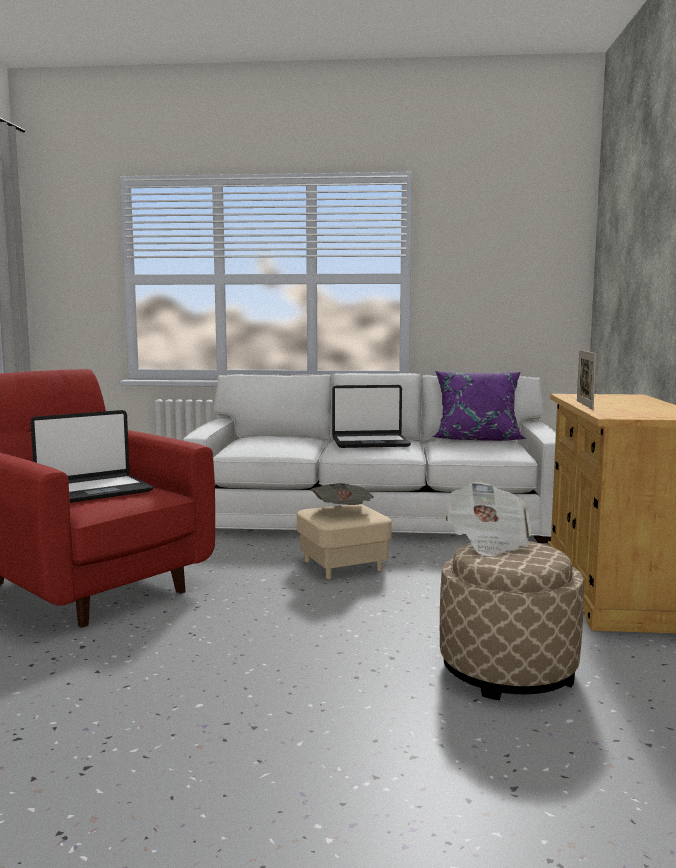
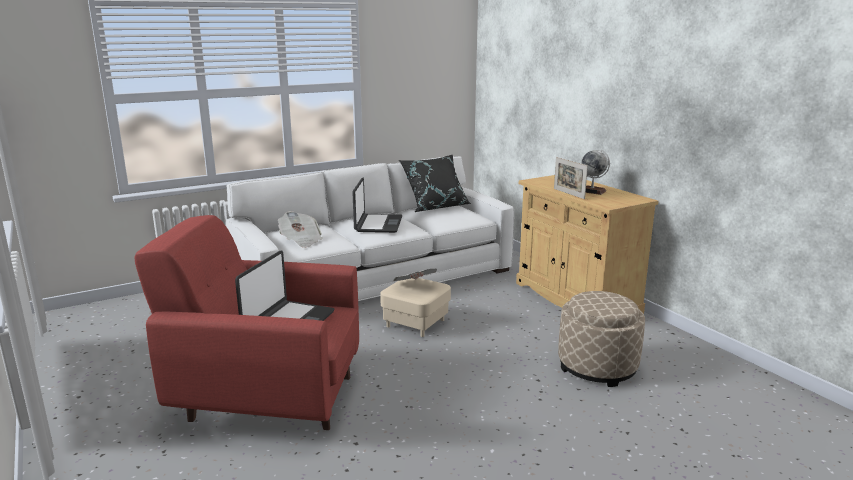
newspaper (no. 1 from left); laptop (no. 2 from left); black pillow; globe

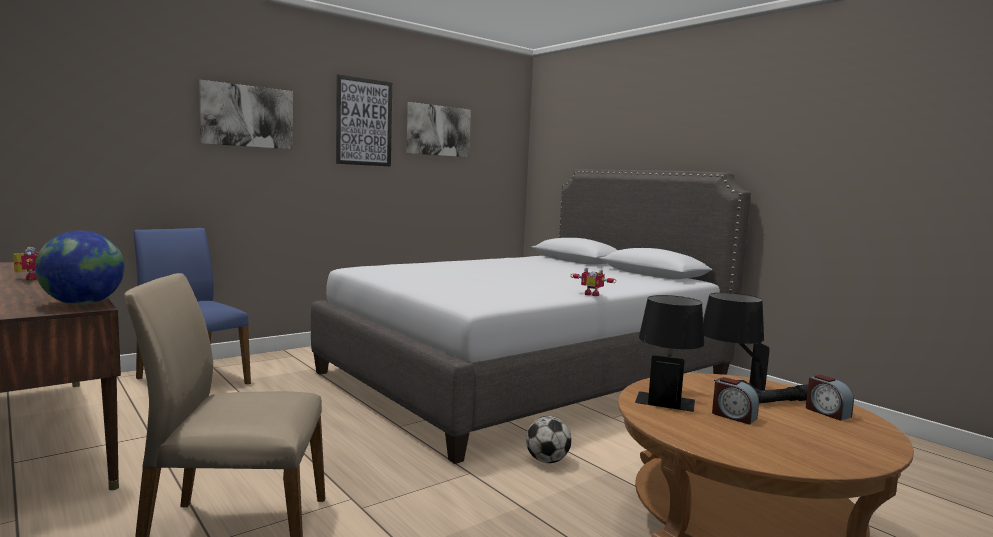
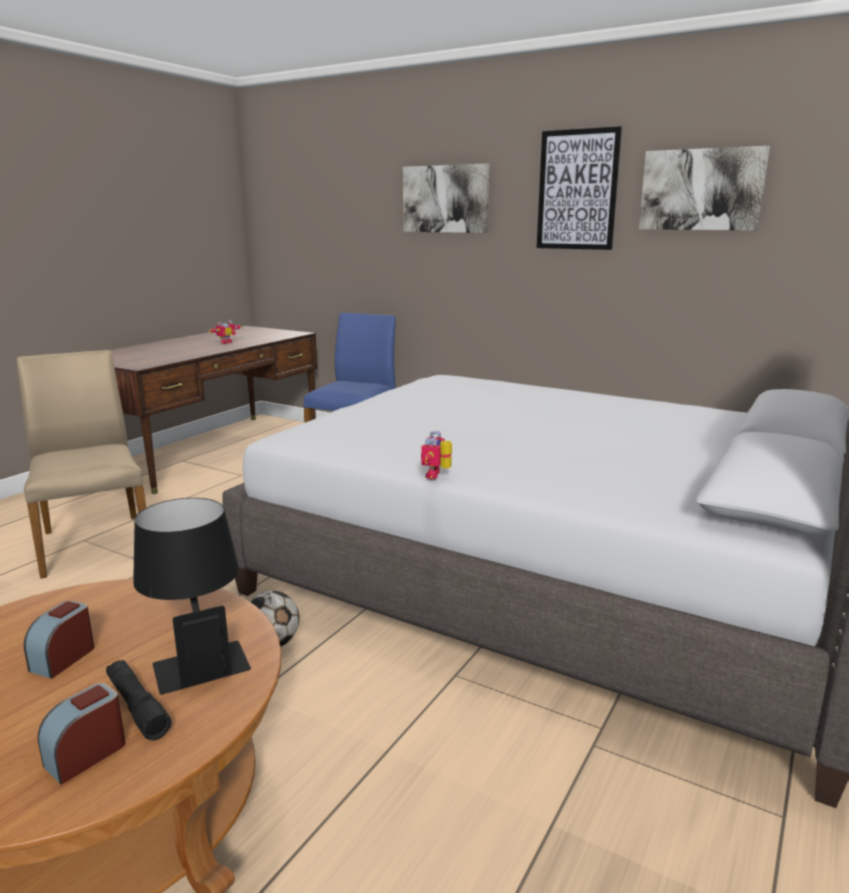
globe; black table lamp (no. 1 from left in the first image)

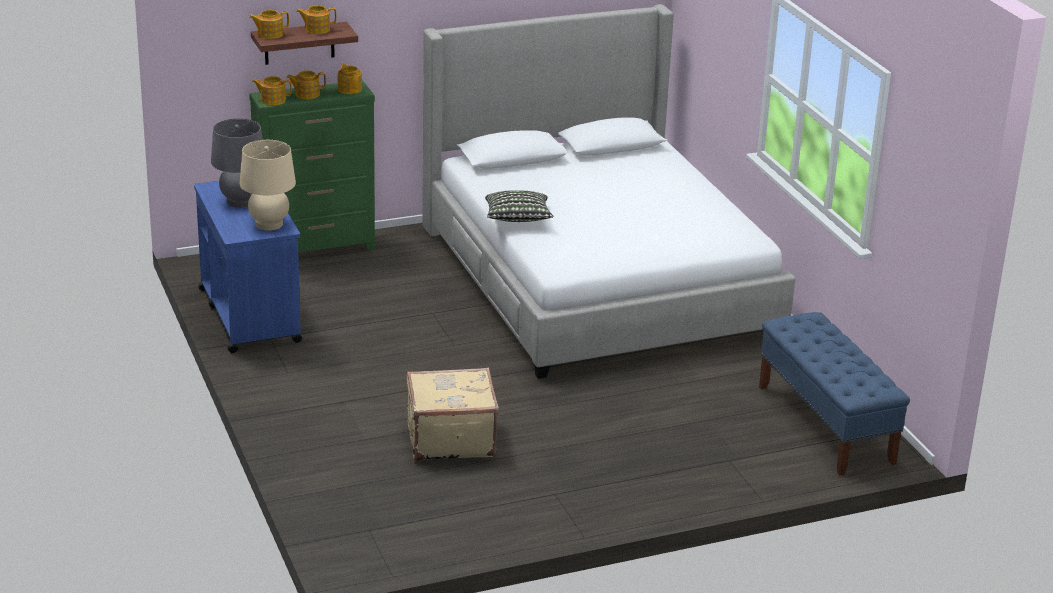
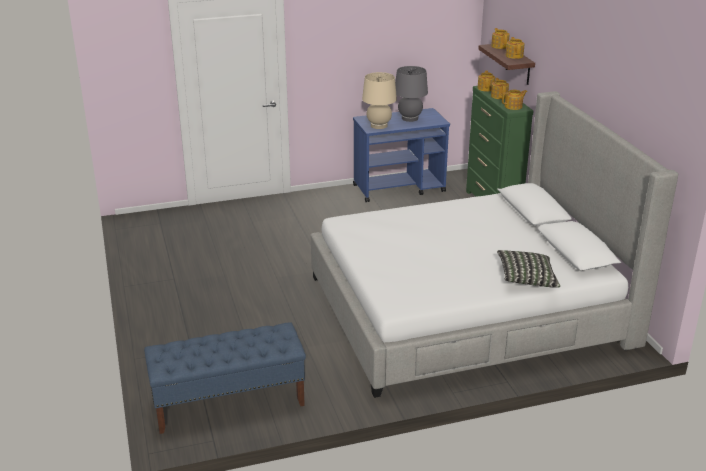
pillow; beige suitcase

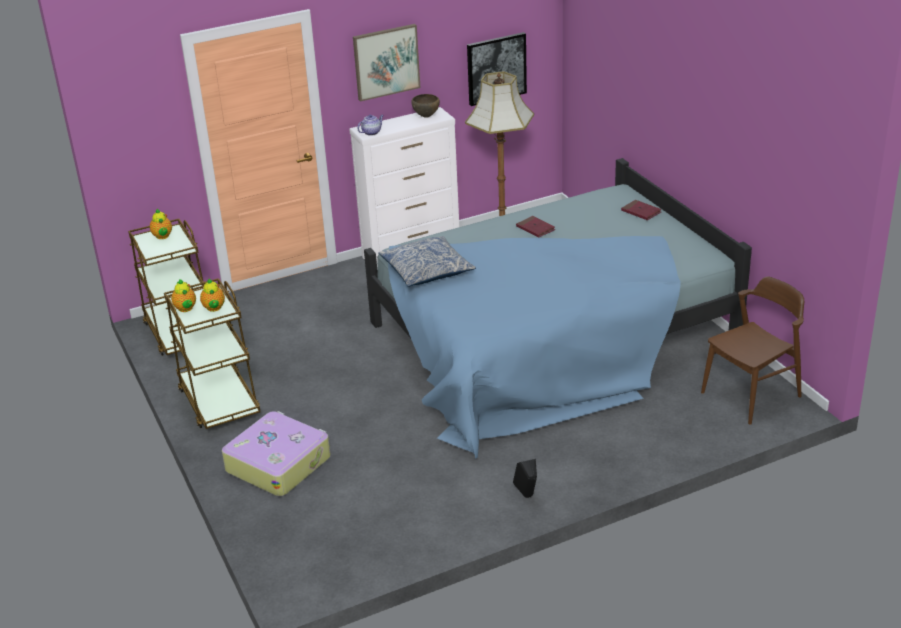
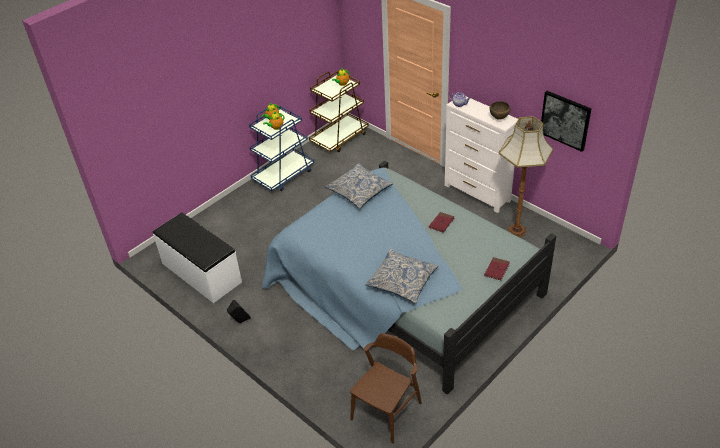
white bench; blue cart; brown chair; pillow (no. 2 from left); suitcase; picture (no. 1 from left in the first image)

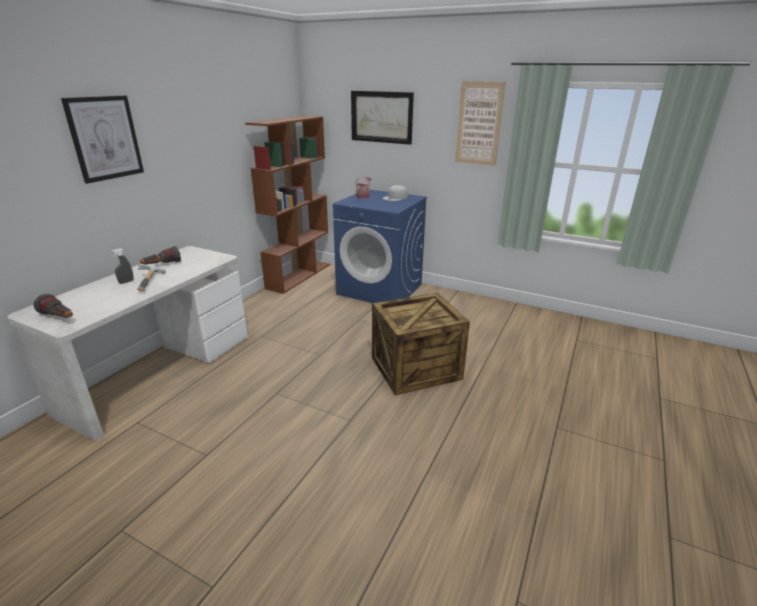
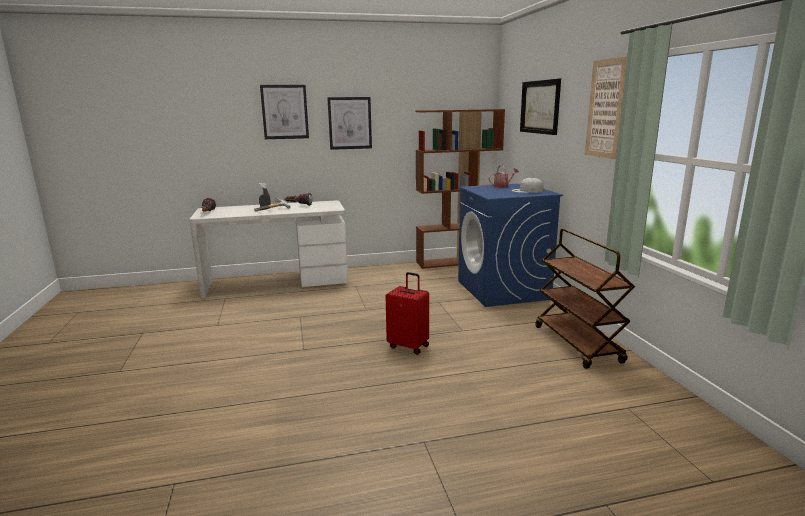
picture (no. 2 from left); red suitcase; brown cart

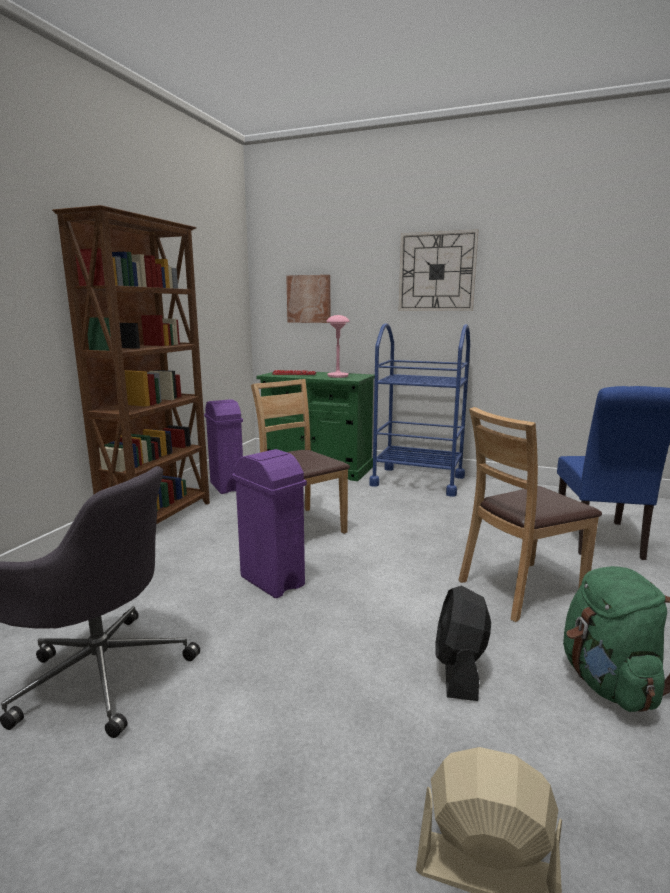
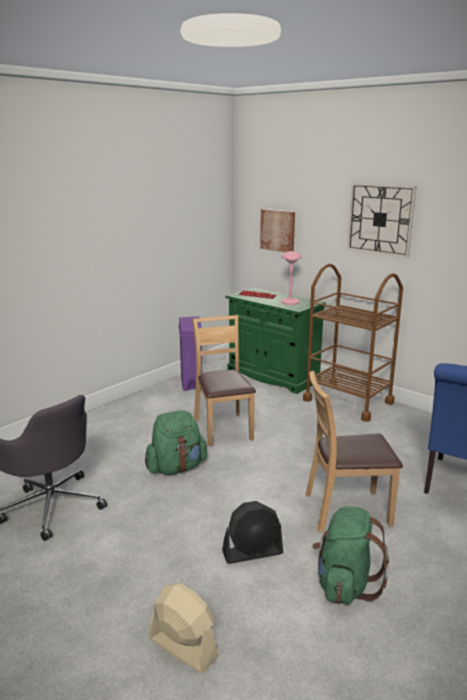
green backpack (no. 1 from left); black fan; brown cart; brown bookcase

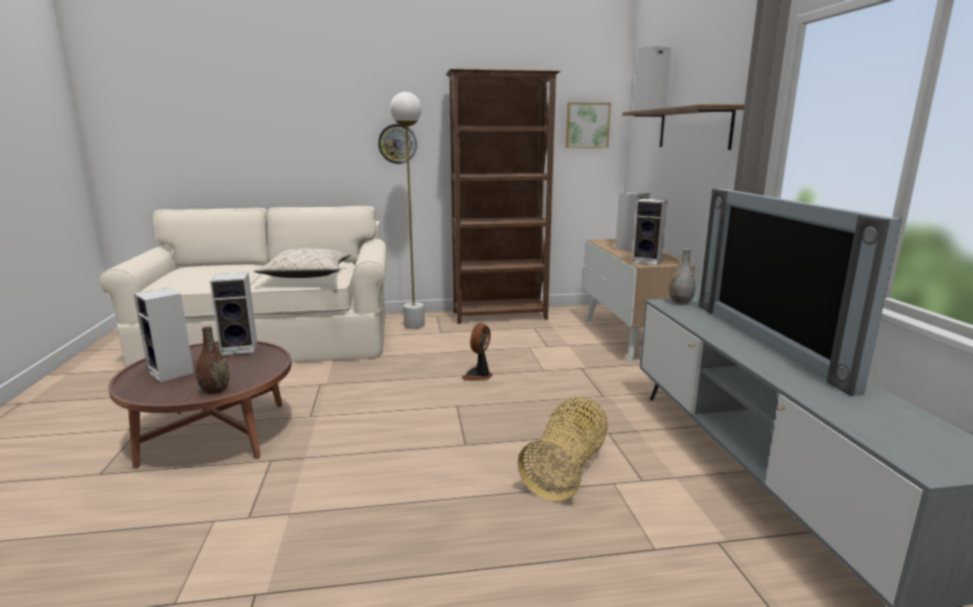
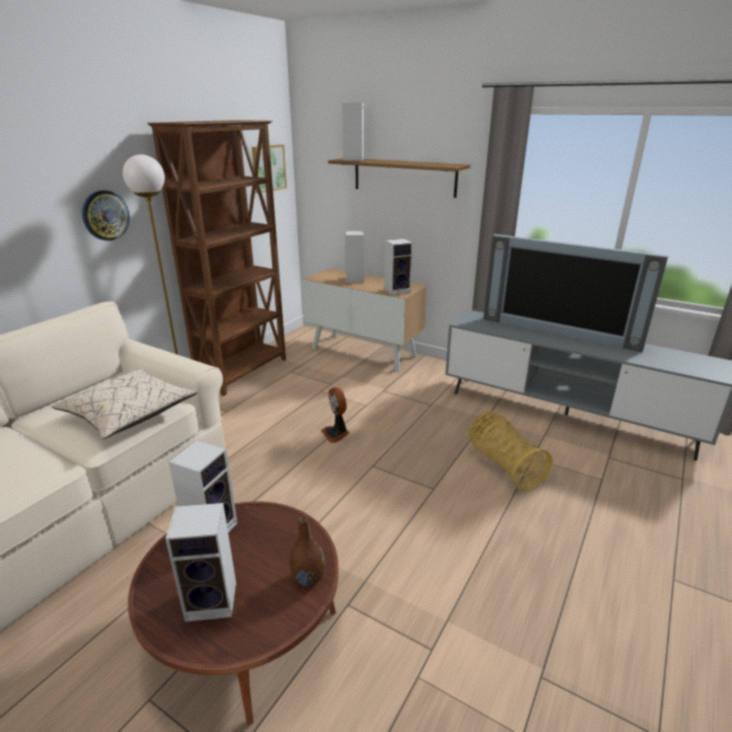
grey vase

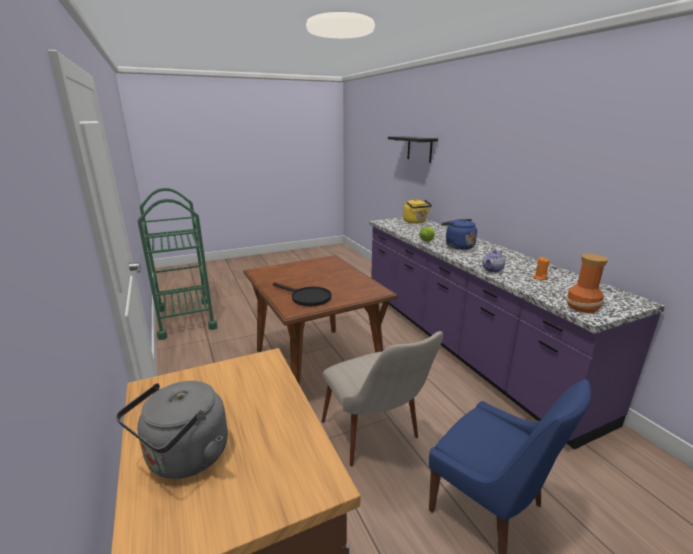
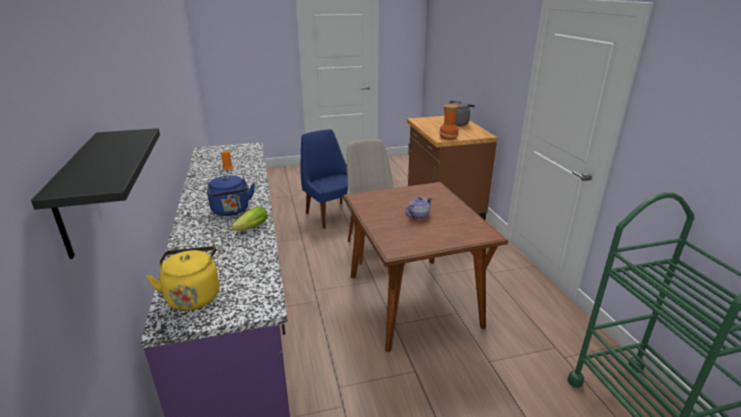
teapot; vase; black frying pan

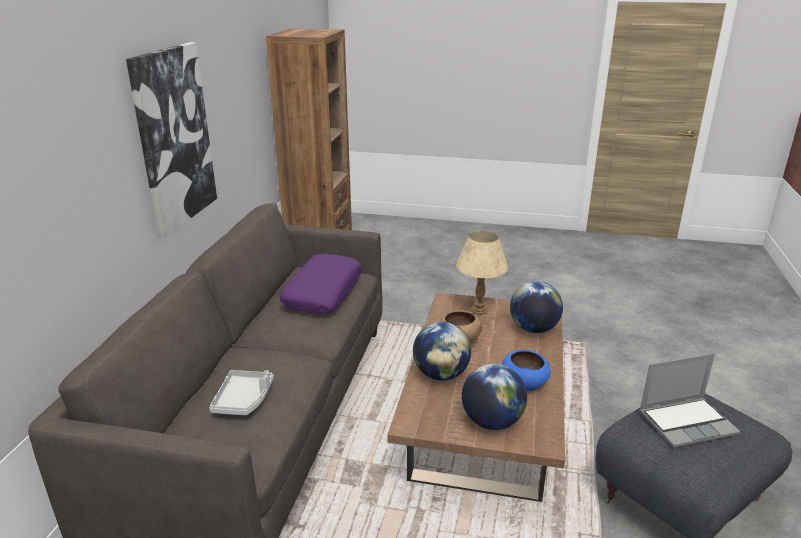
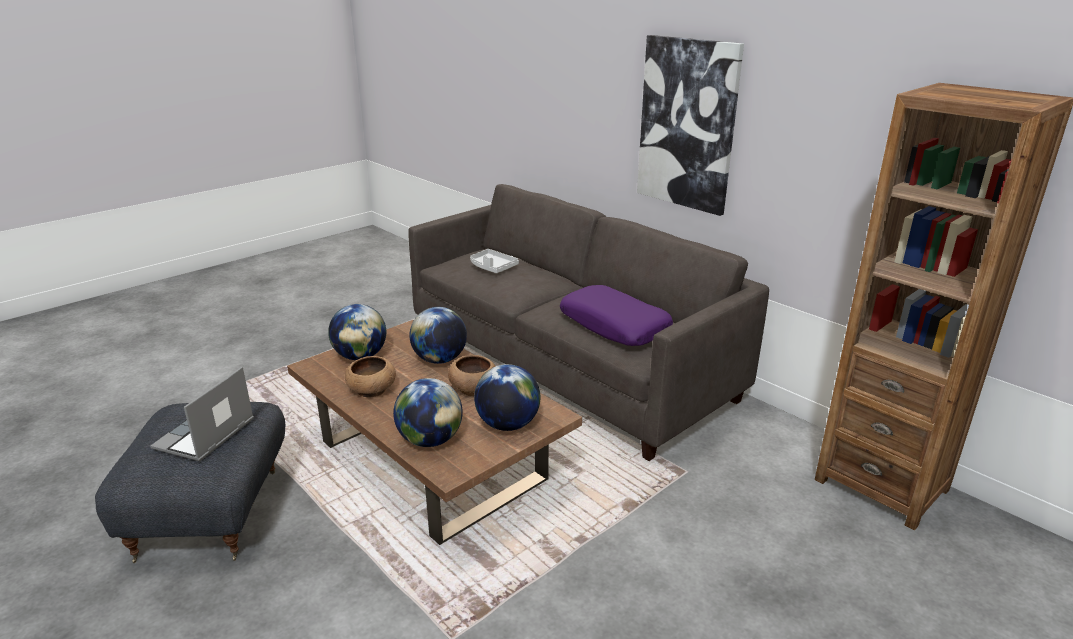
brown bowl (no. 1 from left); globe (no. 4 from left)

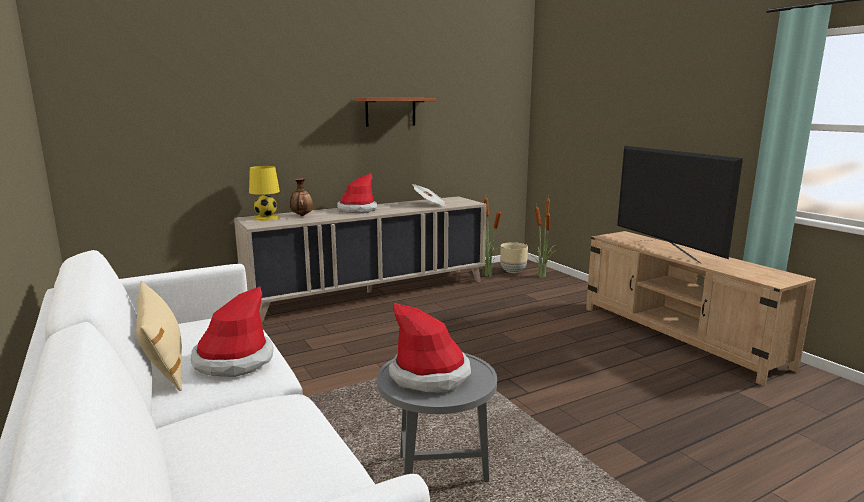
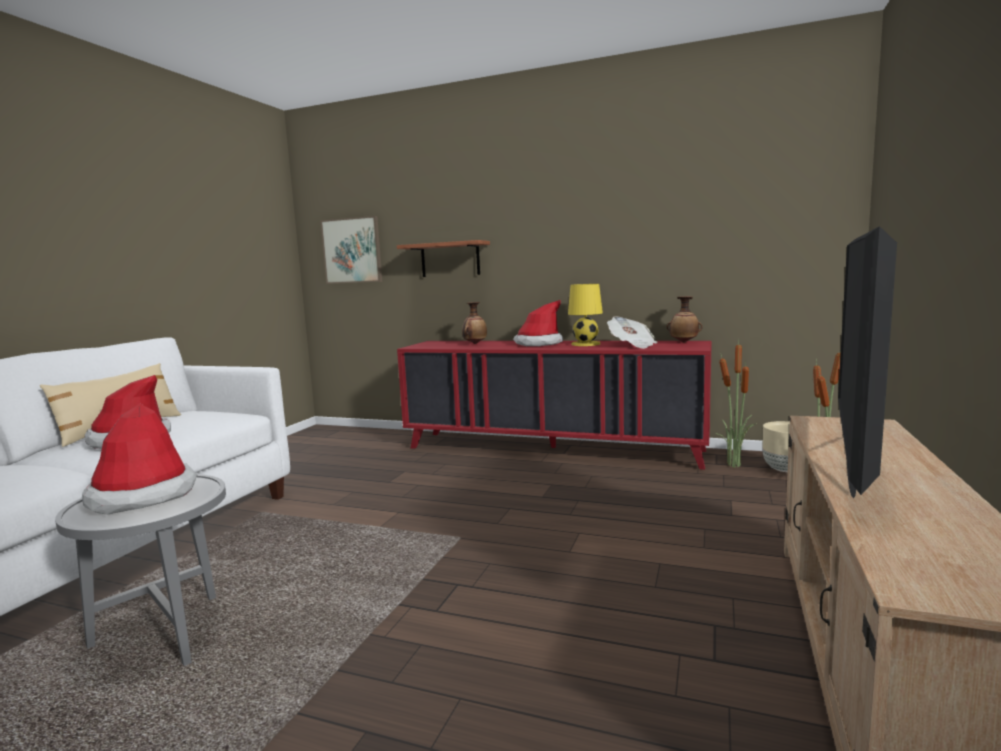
picture; shelf; red cabinet; yellow table lamp; vase (no. 2 from left)

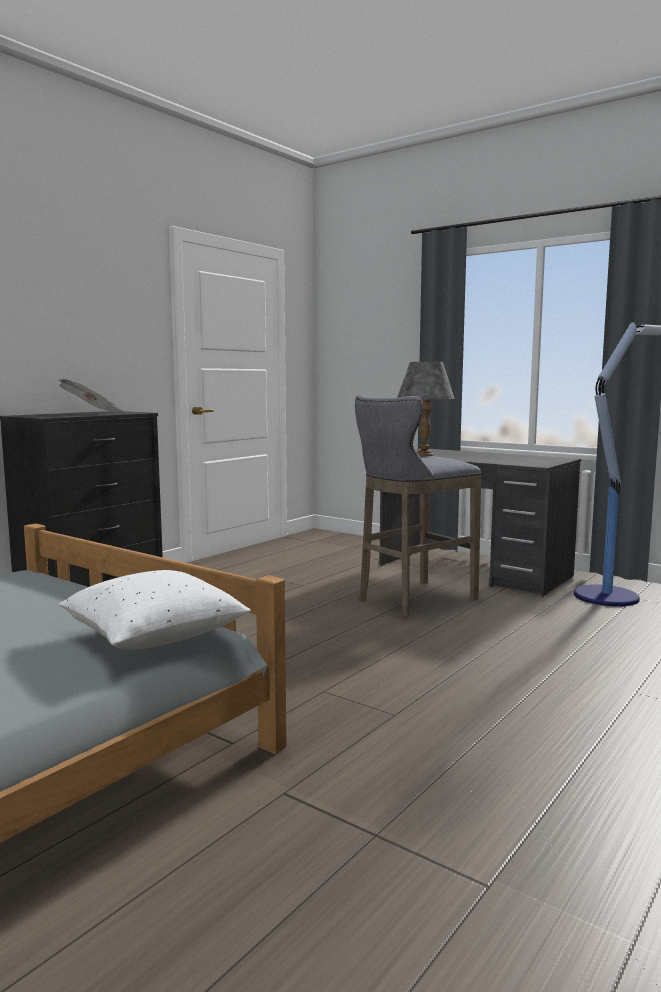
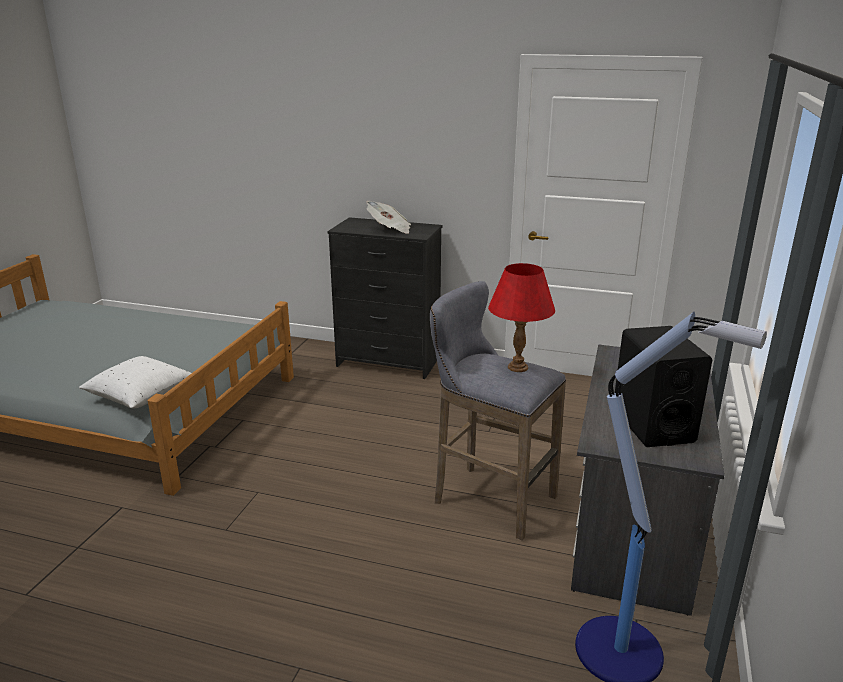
red table lamp; black speaker

